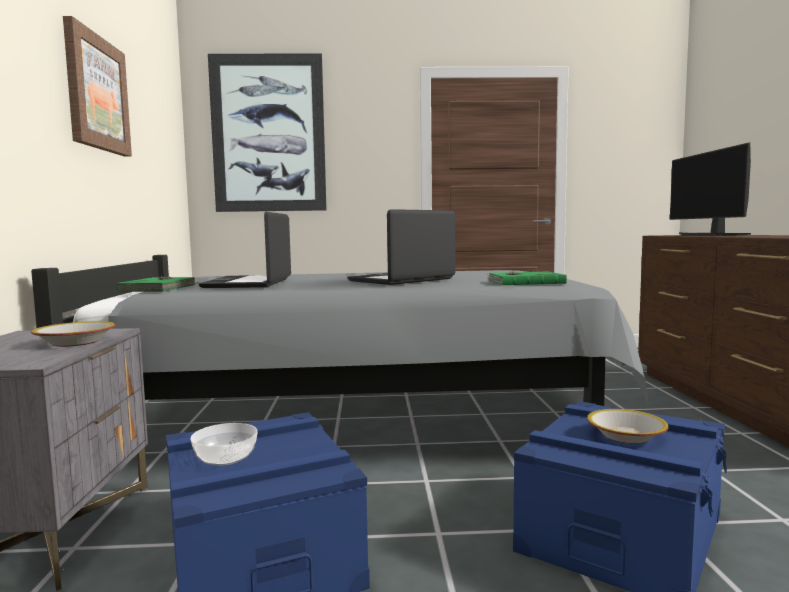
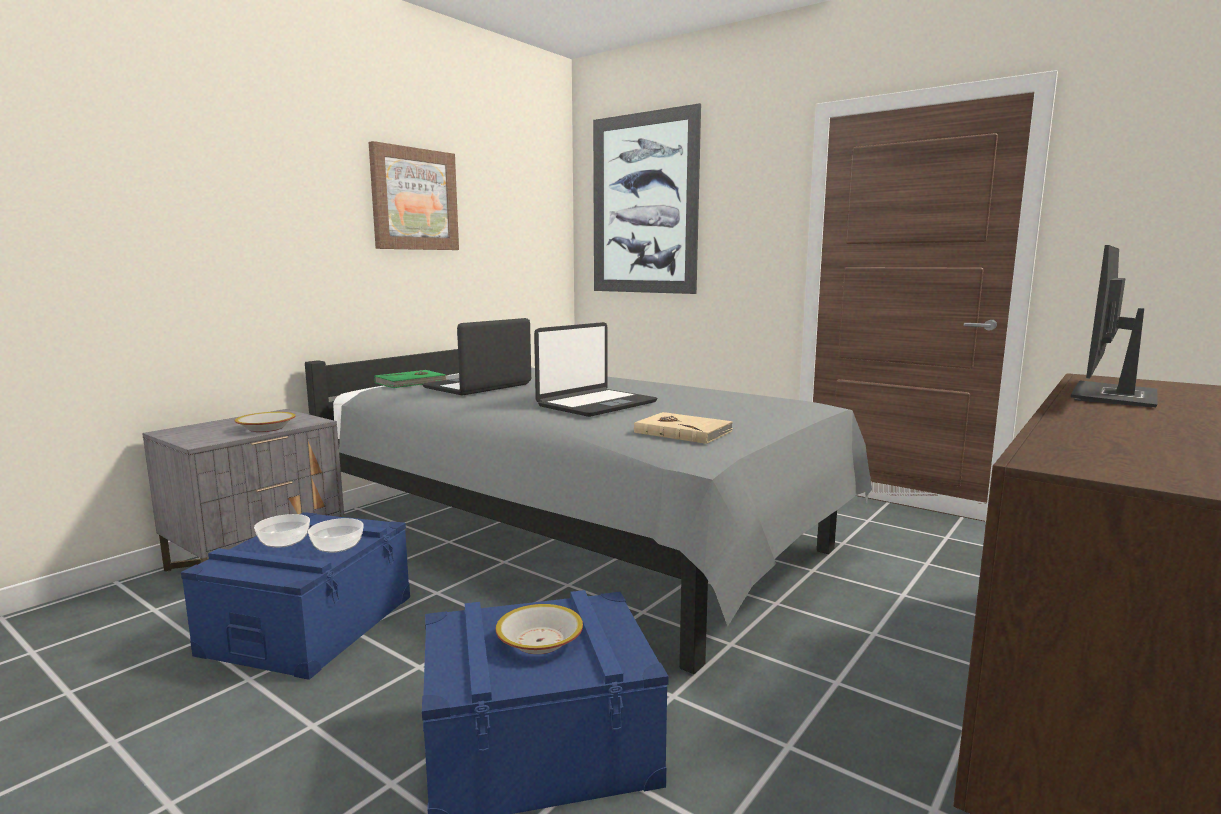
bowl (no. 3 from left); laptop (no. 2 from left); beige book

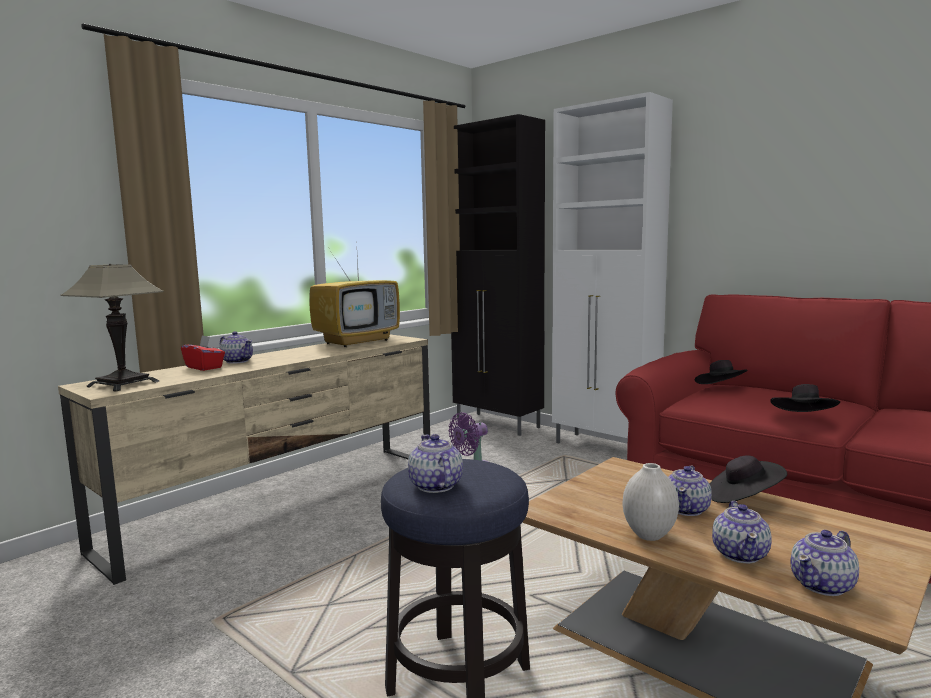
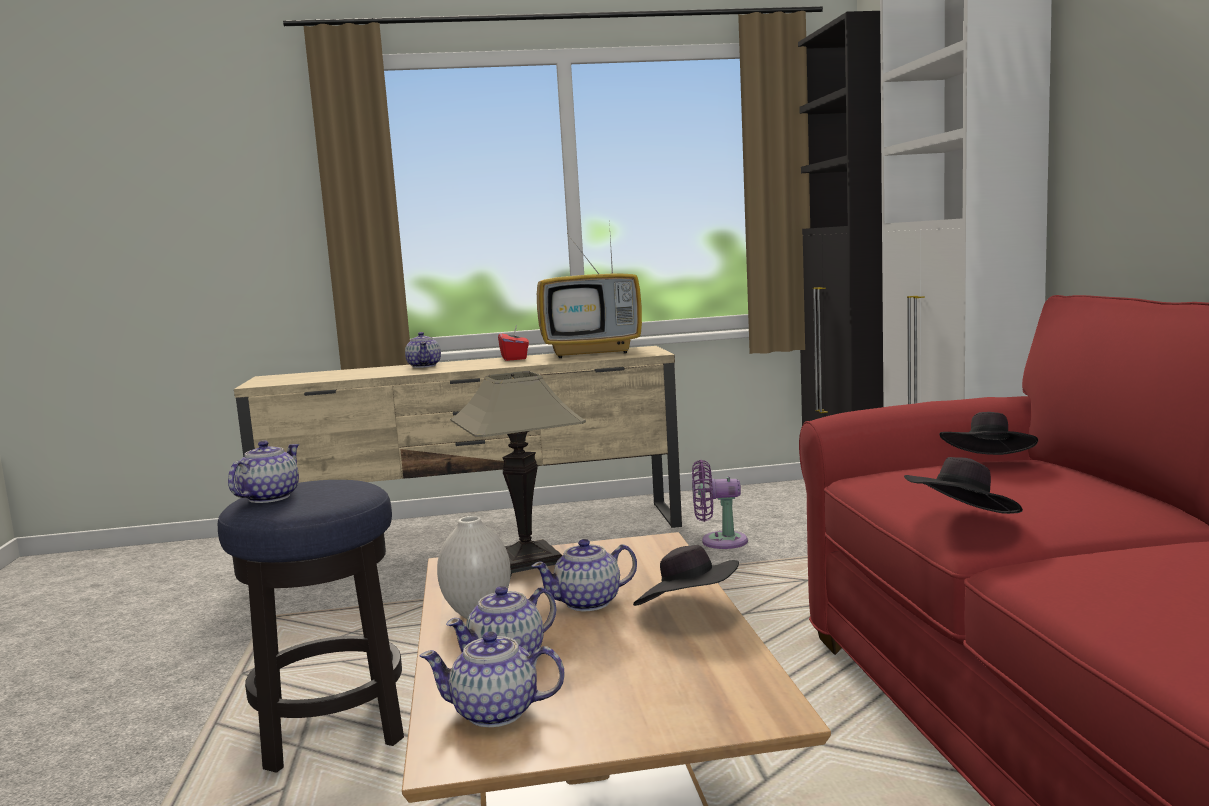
table lamp; red tissue box

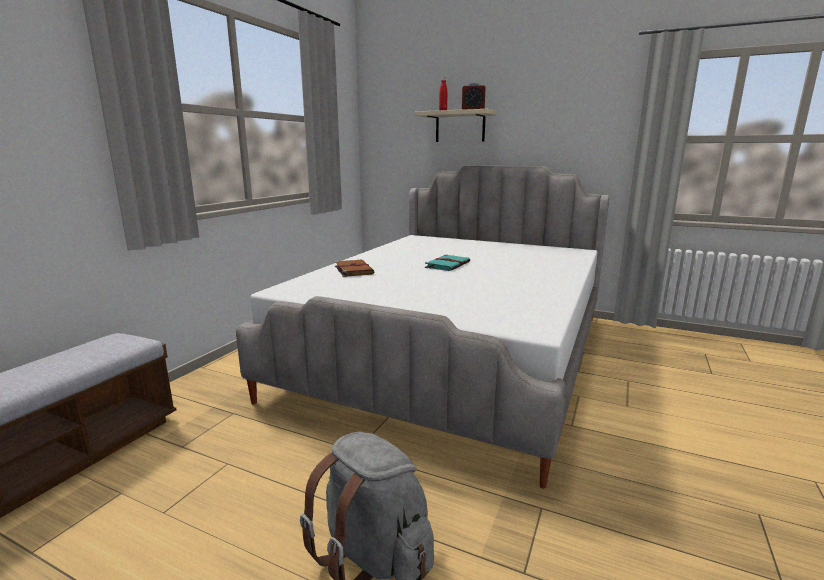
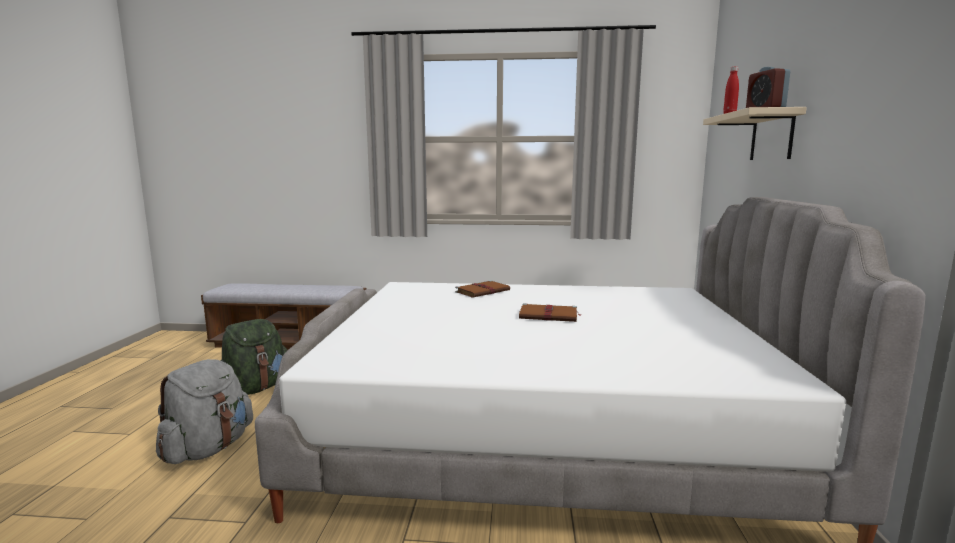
green backpack; brown book (no. 2 from left)

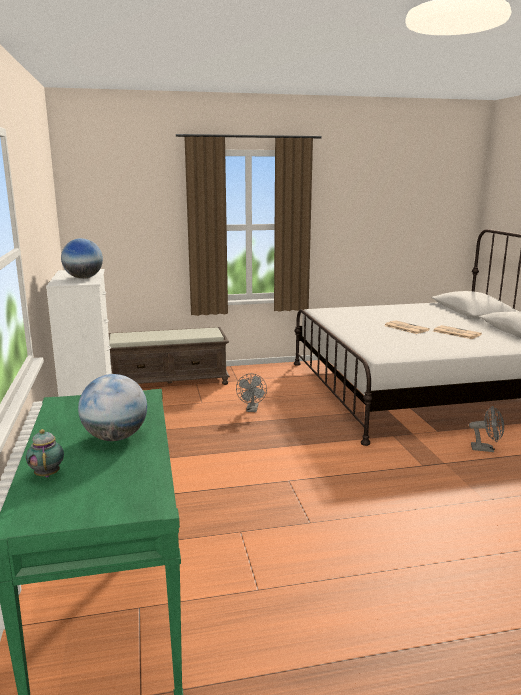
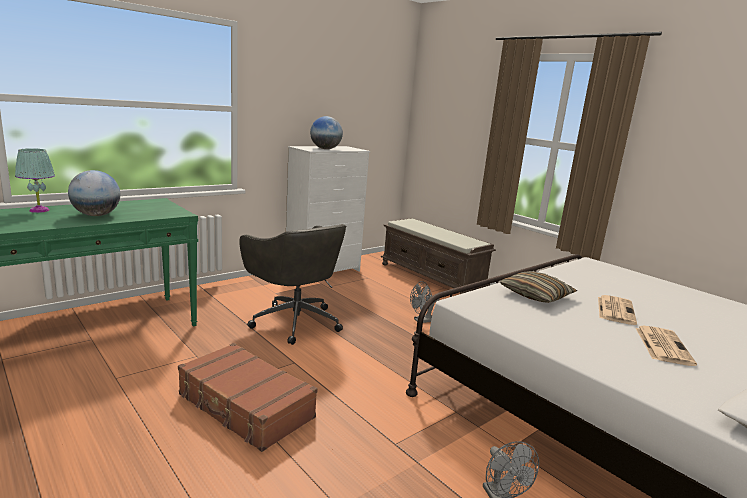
turquoise table lamp; brown suitcase; grey office chair; pillow

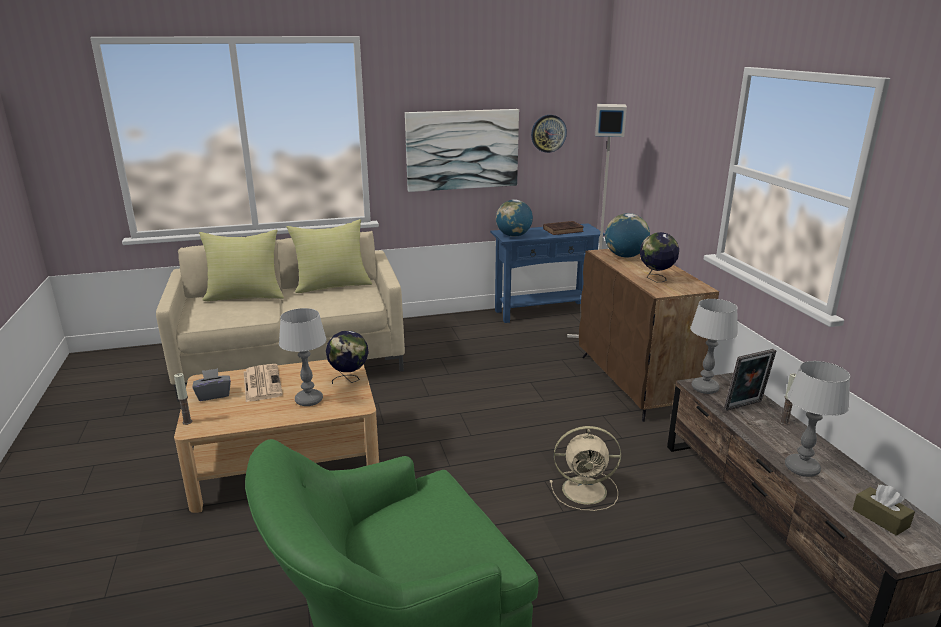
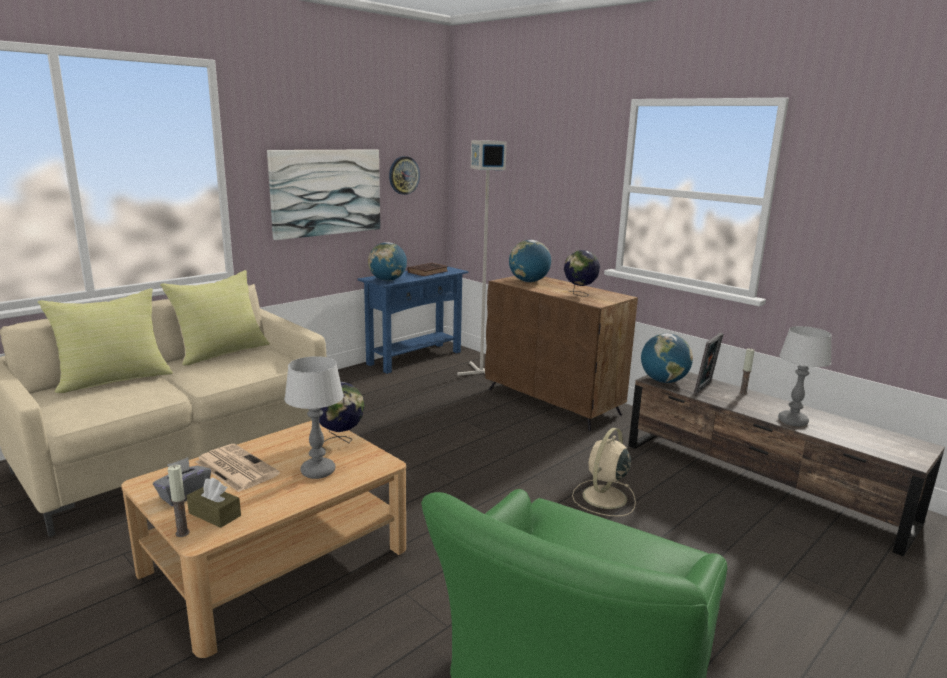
brown tissue box; beige fan; globe (no. 5 from left)

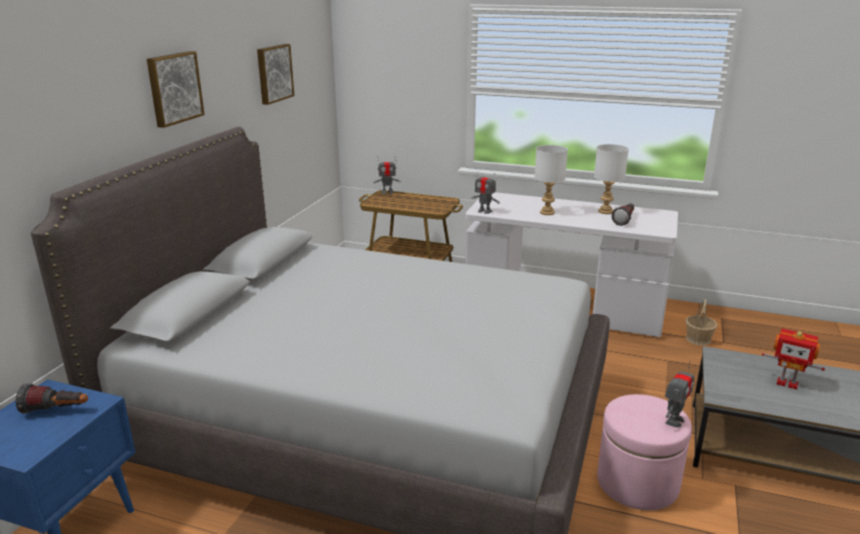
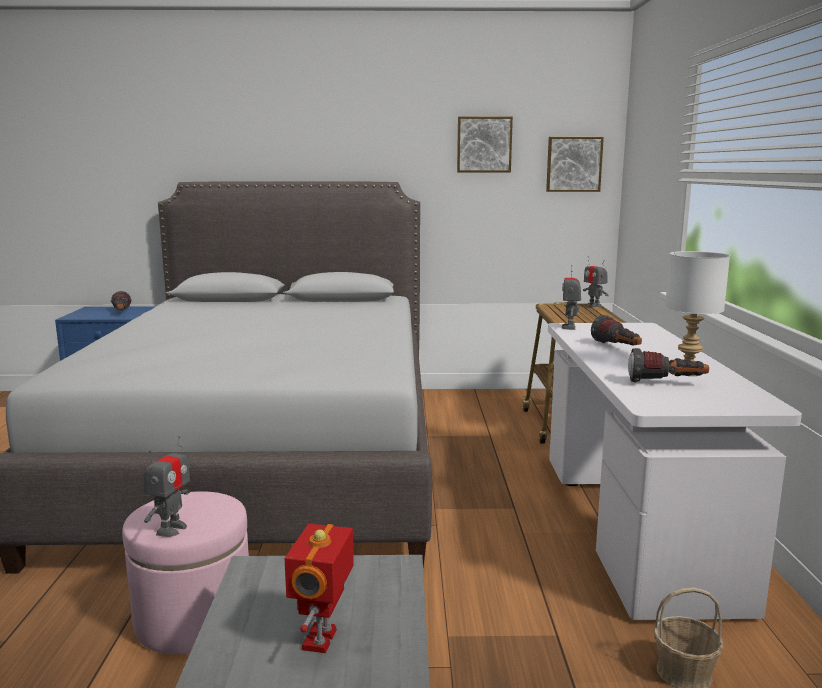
toy robot (no. 1 from left); picture (no. 2 from left); flashlight (no. 2 from left)

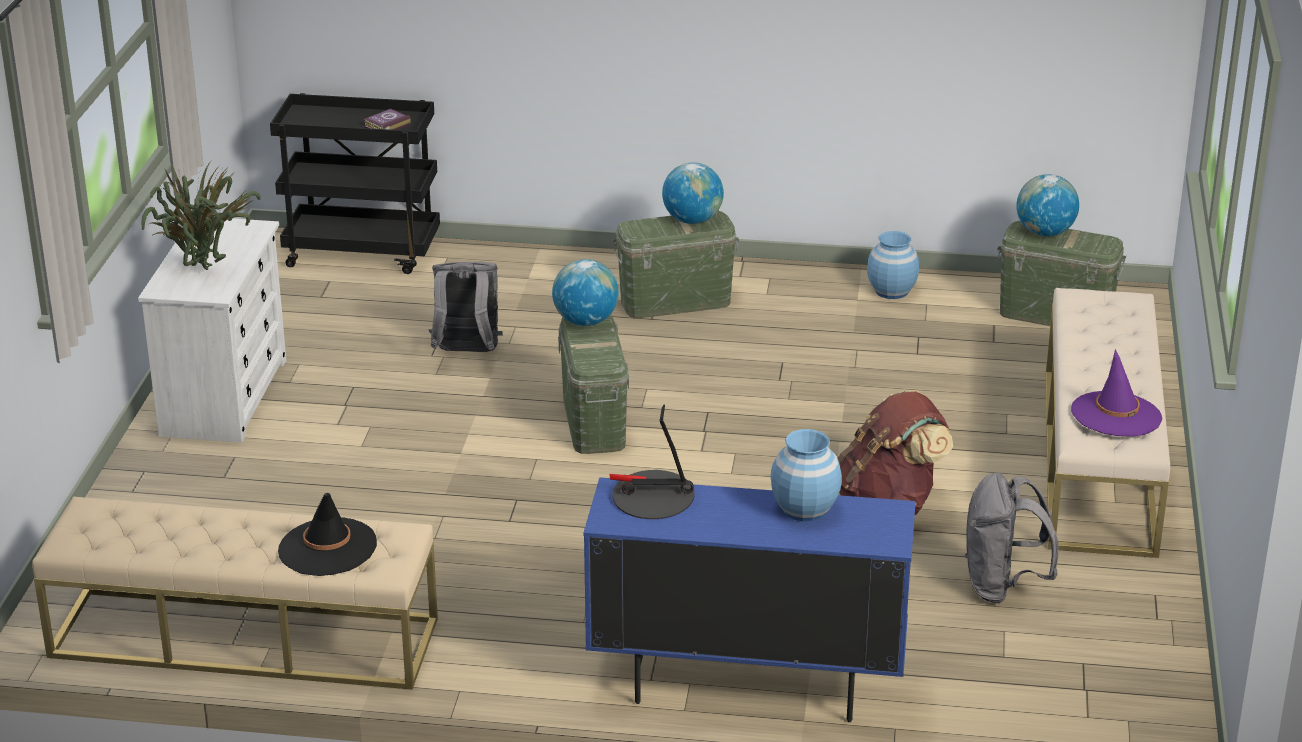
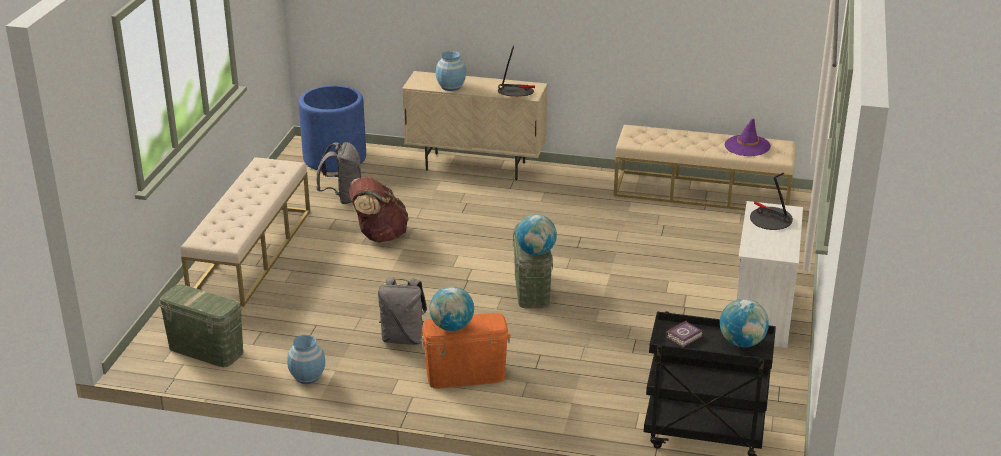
blue planter; grey backpack (no. 2 from left); beige cabinet; orange storage box; globe (no. 3 from left); purple hat; table lamp (no. 2 from left); black hat

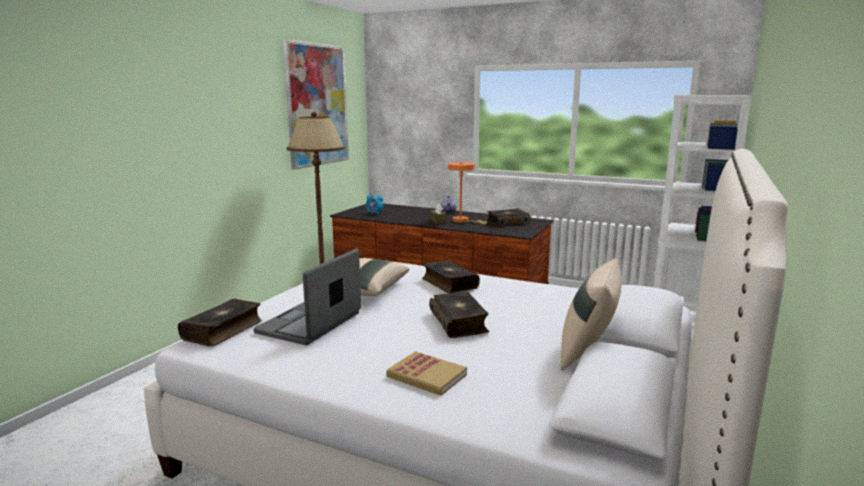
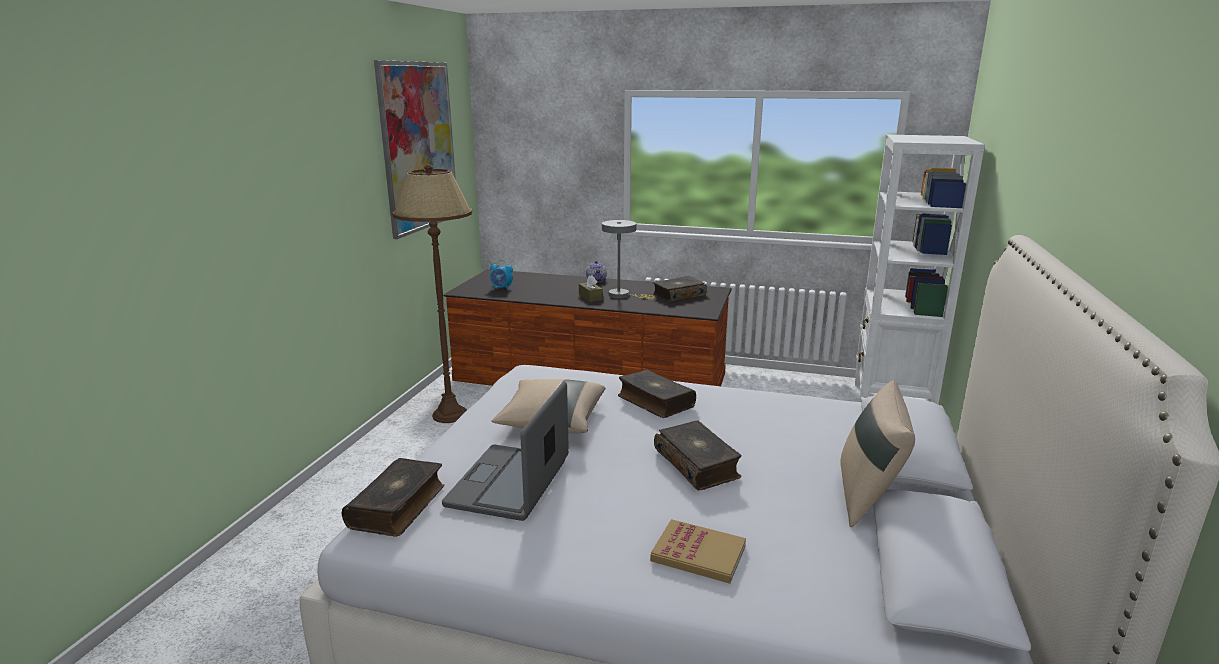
grey table lamp

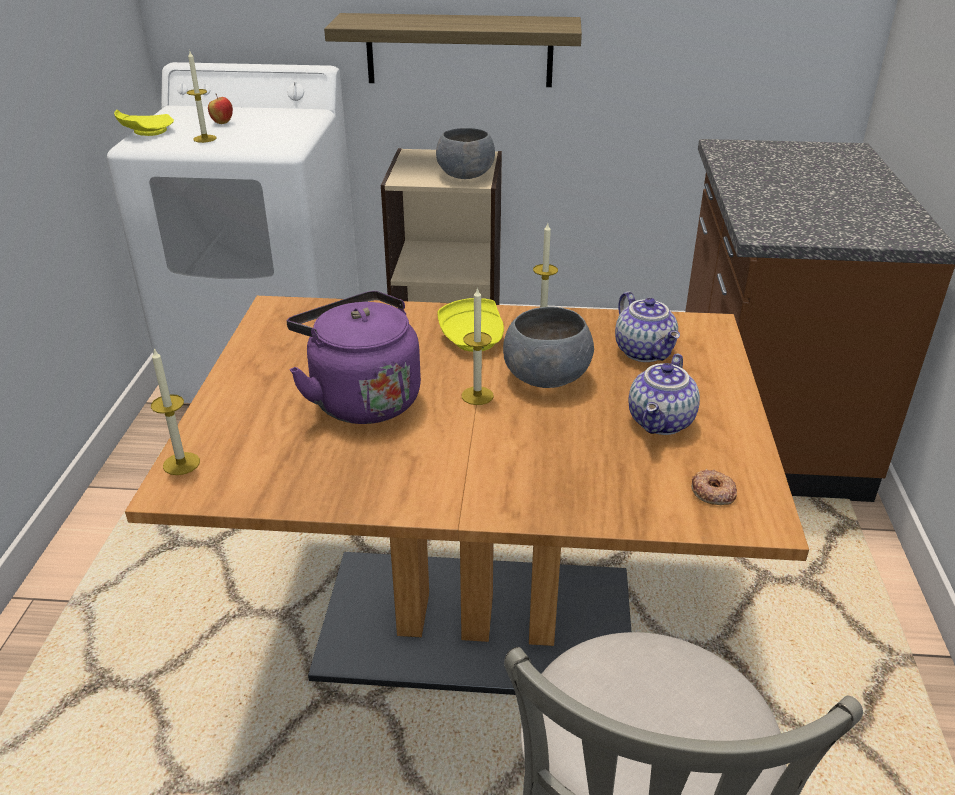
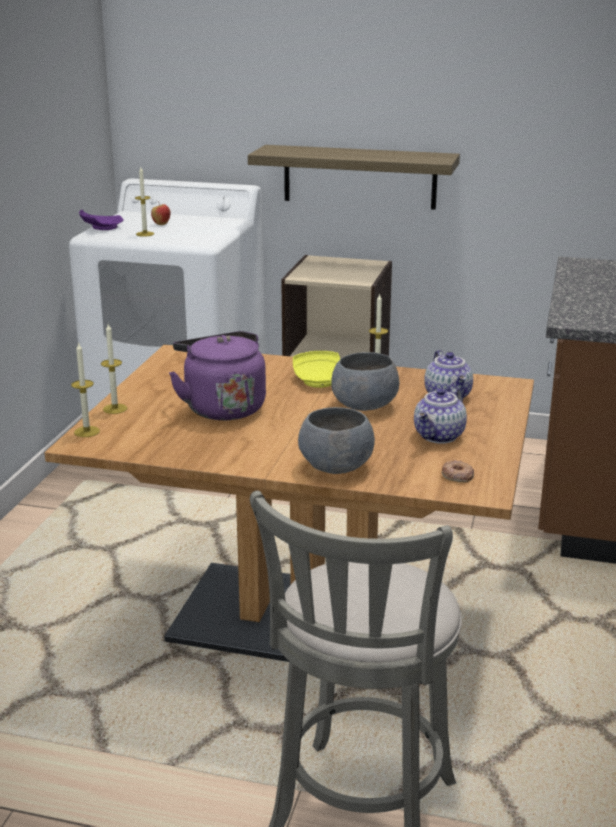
purple plate; candle (no. 2 from left); grey bowl (no. 1 from left)

